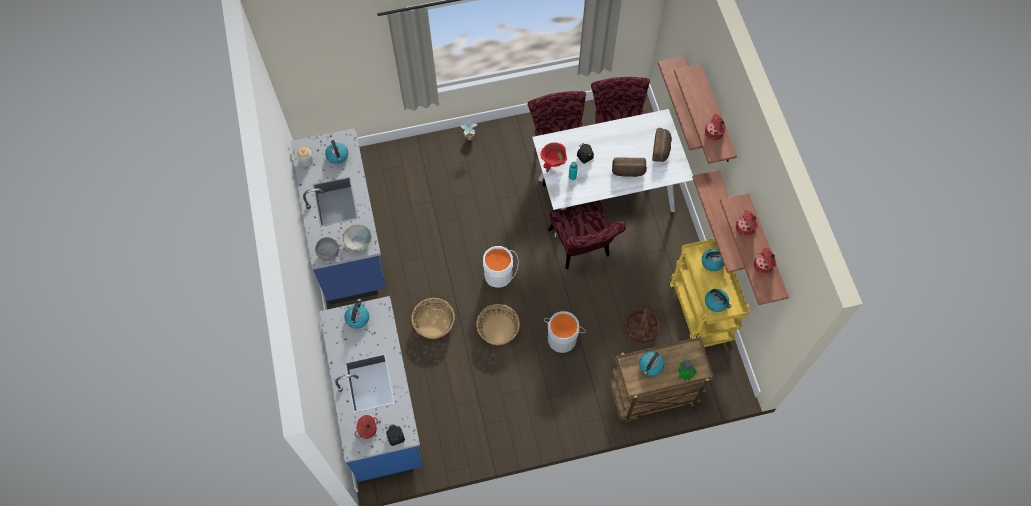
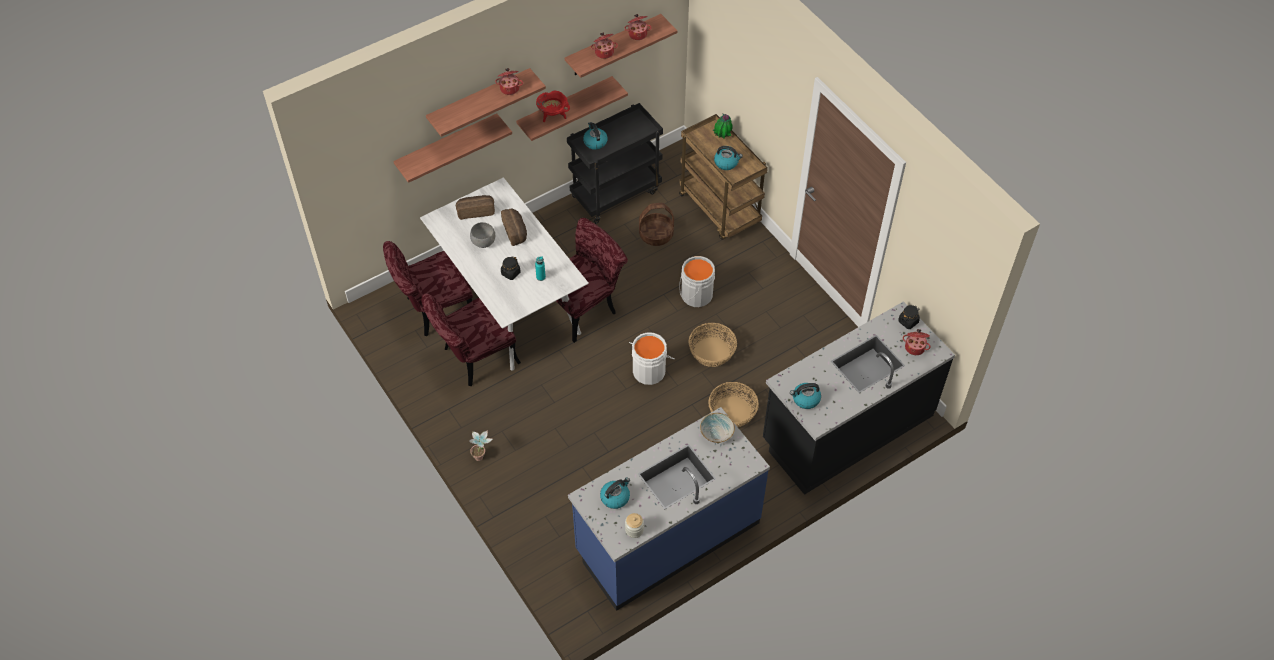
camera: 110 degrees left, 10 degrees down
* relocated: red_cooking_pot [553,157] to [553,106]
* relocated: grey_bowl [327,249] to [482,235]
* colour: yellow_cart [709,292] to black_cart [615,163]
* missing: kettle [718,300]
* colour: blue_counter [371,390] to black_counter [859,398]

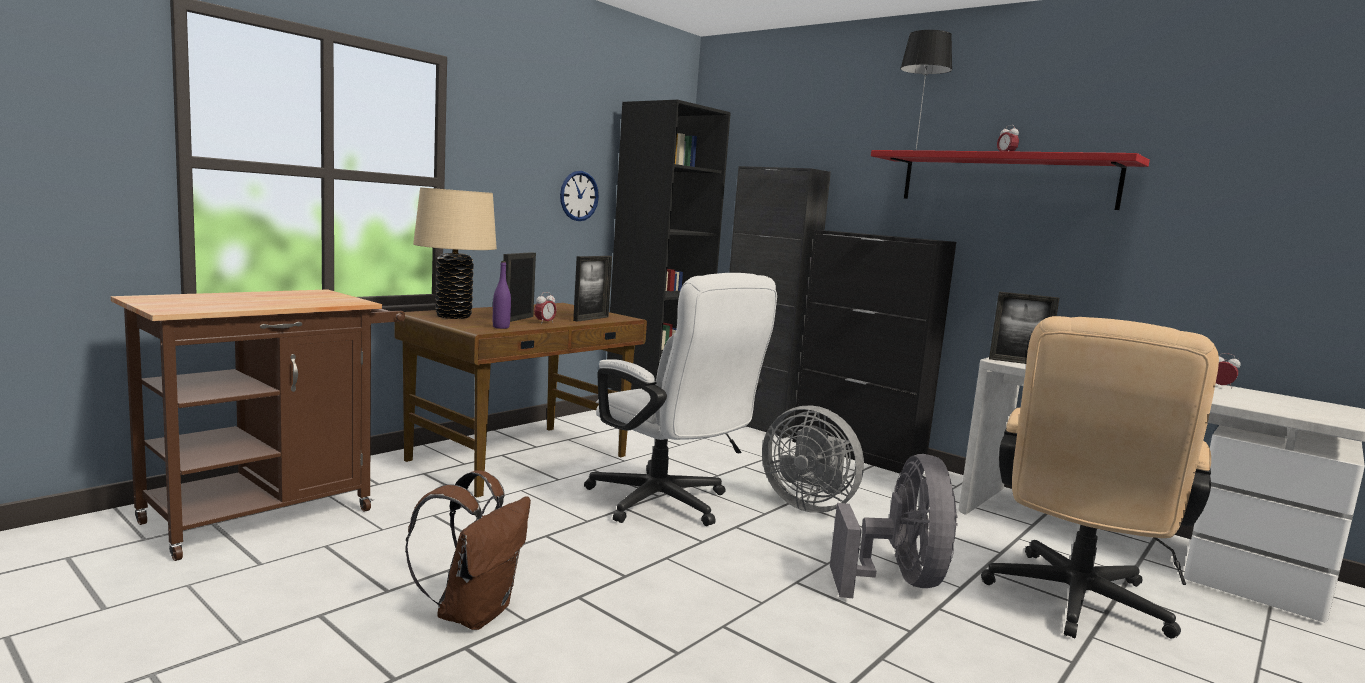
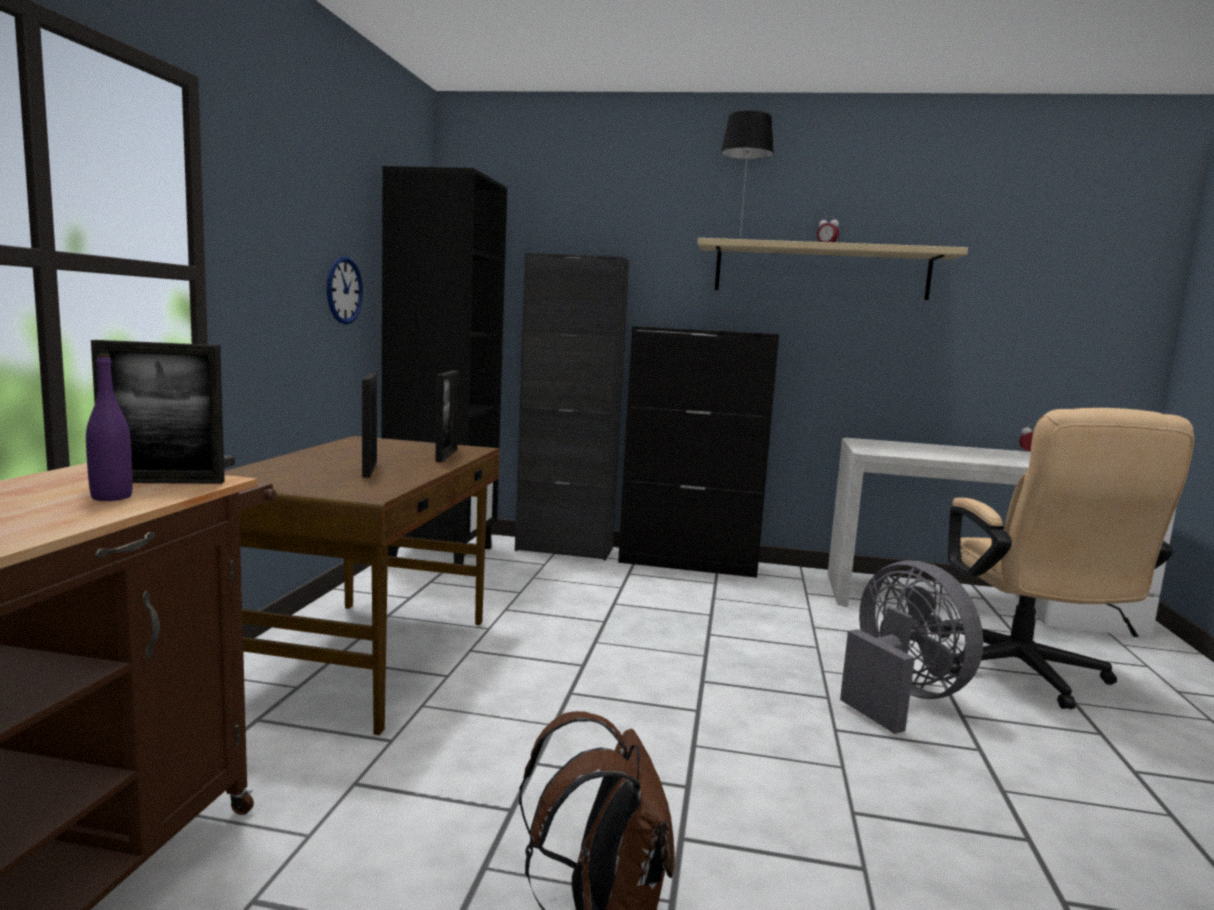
camera: 30 degrees left, 0 degrees up
* colour: red_shelf [1010,180] to beige_shelf [832,269]
* missing: beige_table_lamp [455,253]
* relocated: purple_bottle [502,295] to [109,427]
* missing: white_office_chair [680,399]
* missing: alarm_clock [545,308]
* relocated: picture_frame [1024,328] to [158,412]
* missing: grey_fan [813,459]

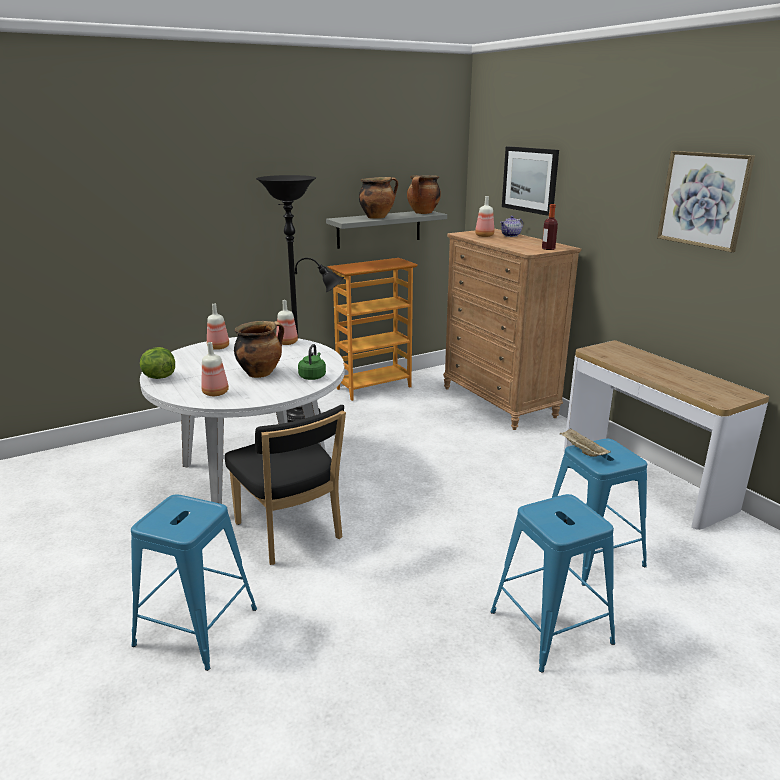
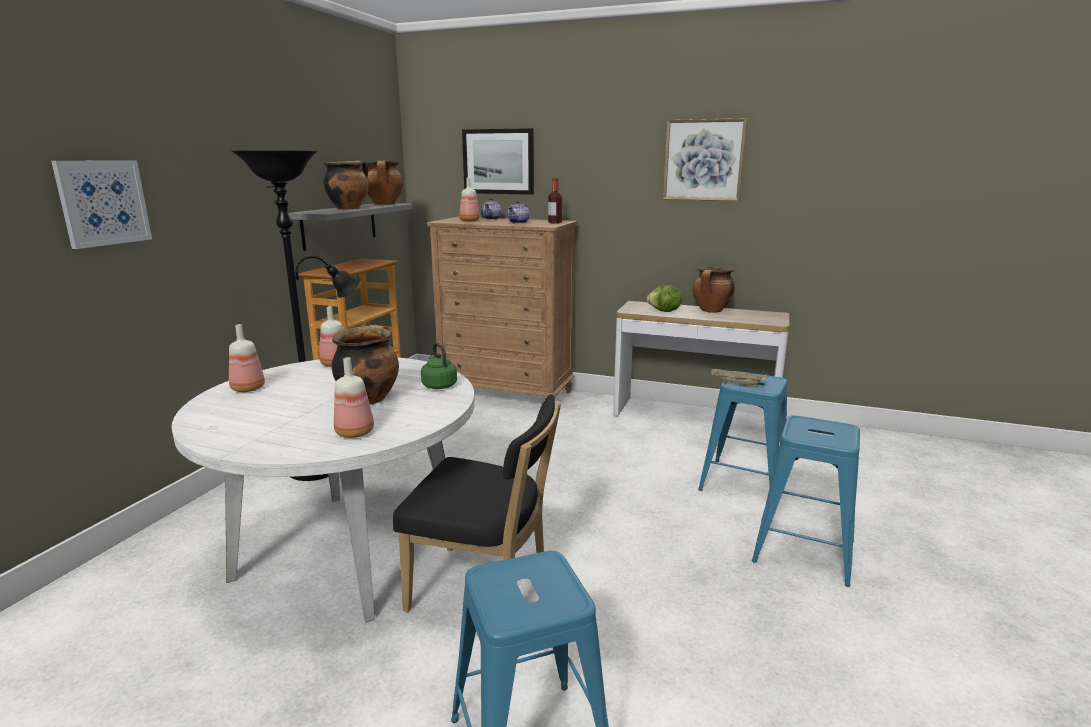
camera: 40 degrees left, 5 degrees down
* relocated: lettuce [157,363] to [664,298]
* appeared: picture [101,204]
* appeared: teapot [518,212]
* appeared: cooking_pot [713,289]

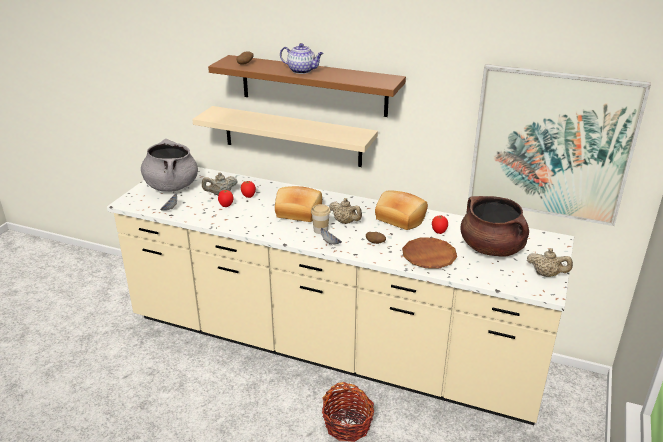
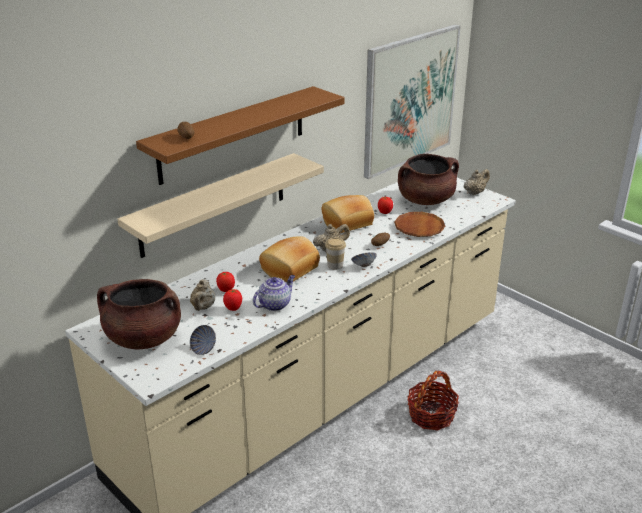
camera: 65 degrees left, 0 degrees up
* relocated: teapot [302,58] to [274,293]
* colour: grey_cooking_pot [169,165] to brown_cooking_pot [139,314]

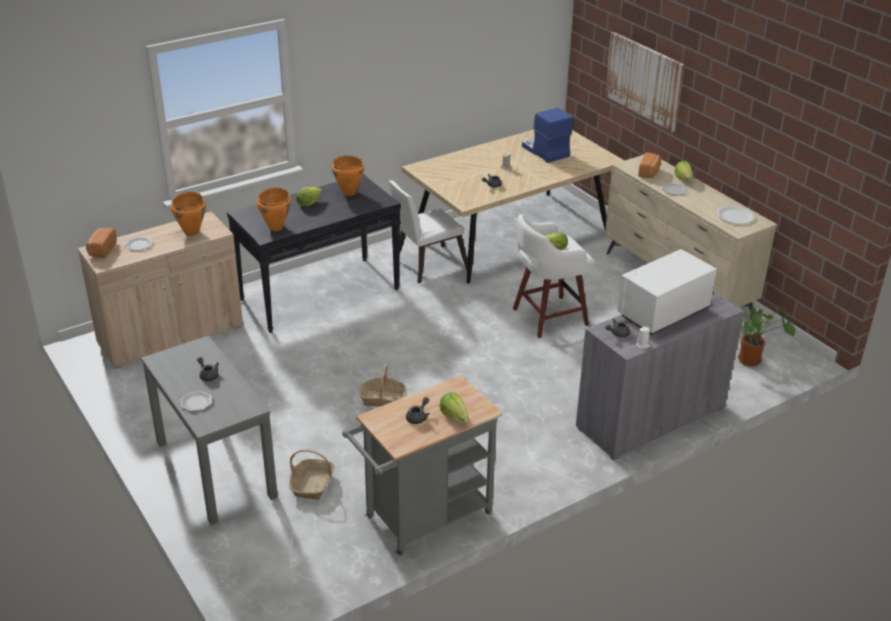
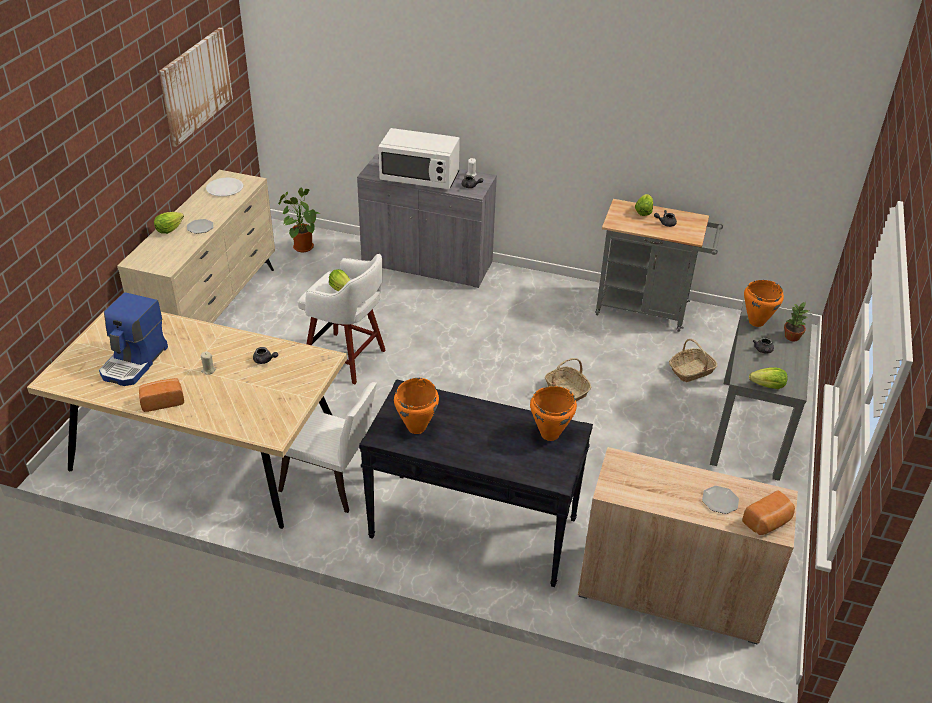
camera: 130 degrees left, 5 degrees up
* relocated: picture [645,82] to [196,87]
* relocated: bread [649,165] to [161,395]
* relocated: lettuce [309,196] to [768,378]
* relocated: orange_cooking_pot [188,214] to [764,303]
* exchanged: plate [196,401] to potted_plant [797,322]

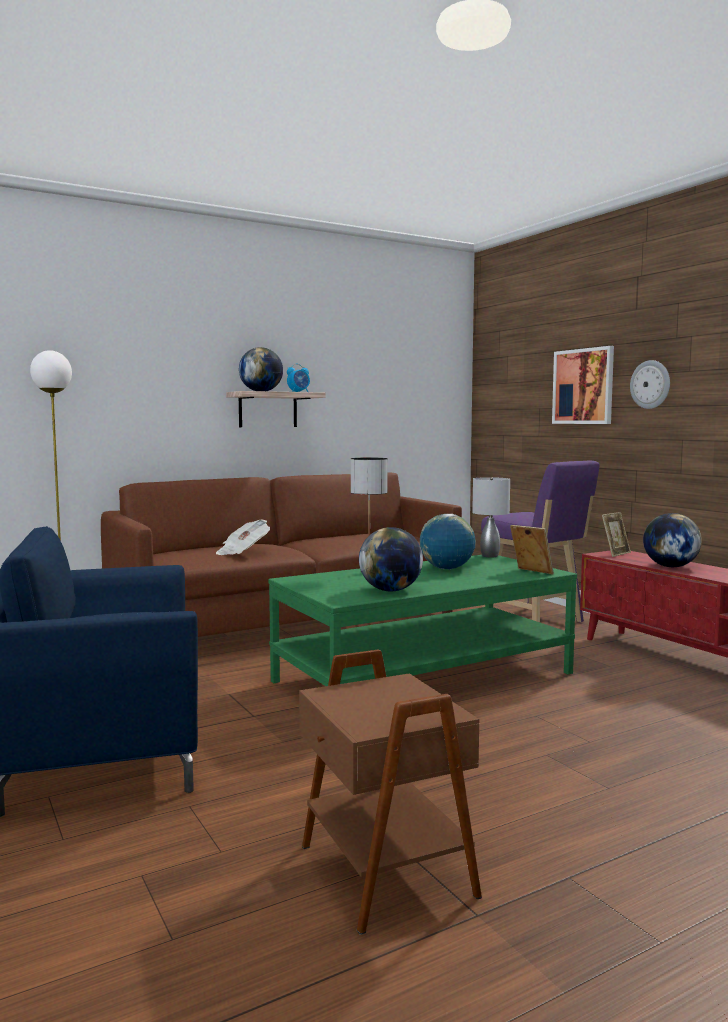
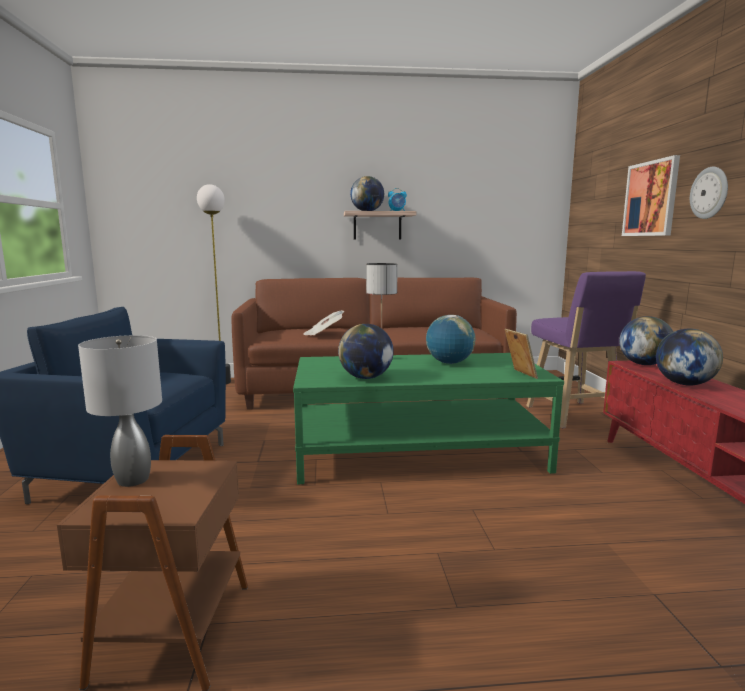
camera: 25 degrees right, 5 degrees up
* relocated: grey_table_lamp [491,517] to [120,411]
* exchanged: picture_frame [616,534] to globe [646,340]

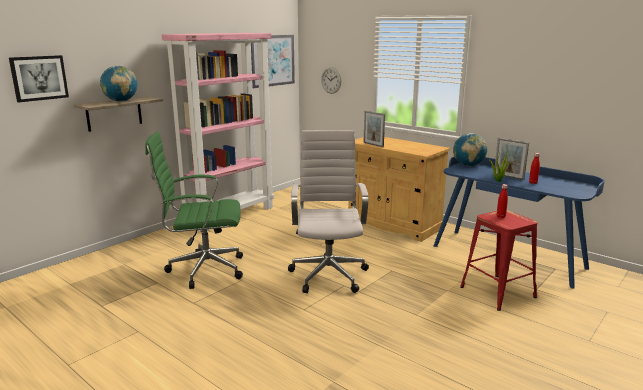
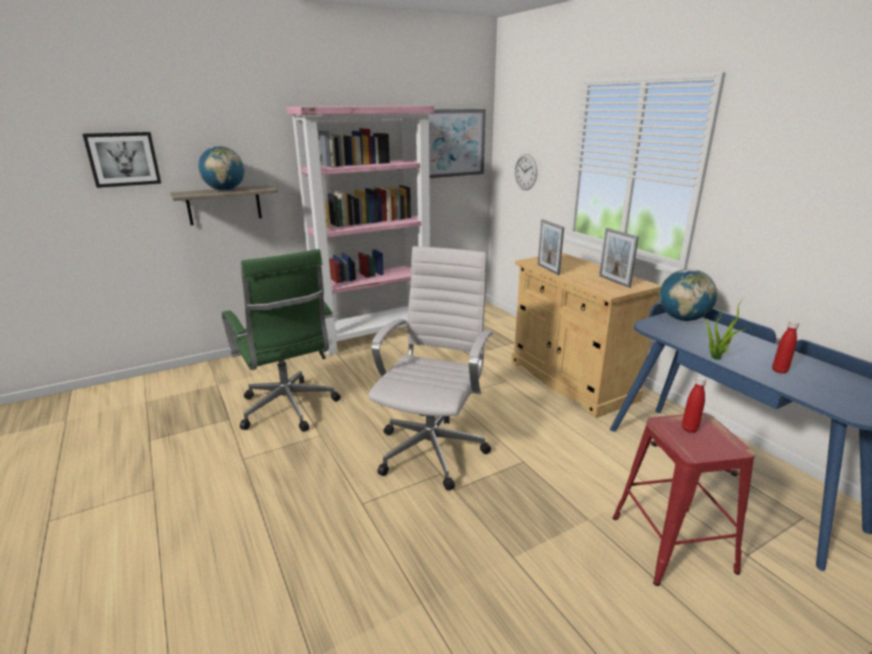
camera: 20 degrees right, 5 degrees up
* spun: green_office_chair [194,210] = [281,340] 135 degrees counterclockwise
* relocated: picture_frame [512,159] to [619,258]

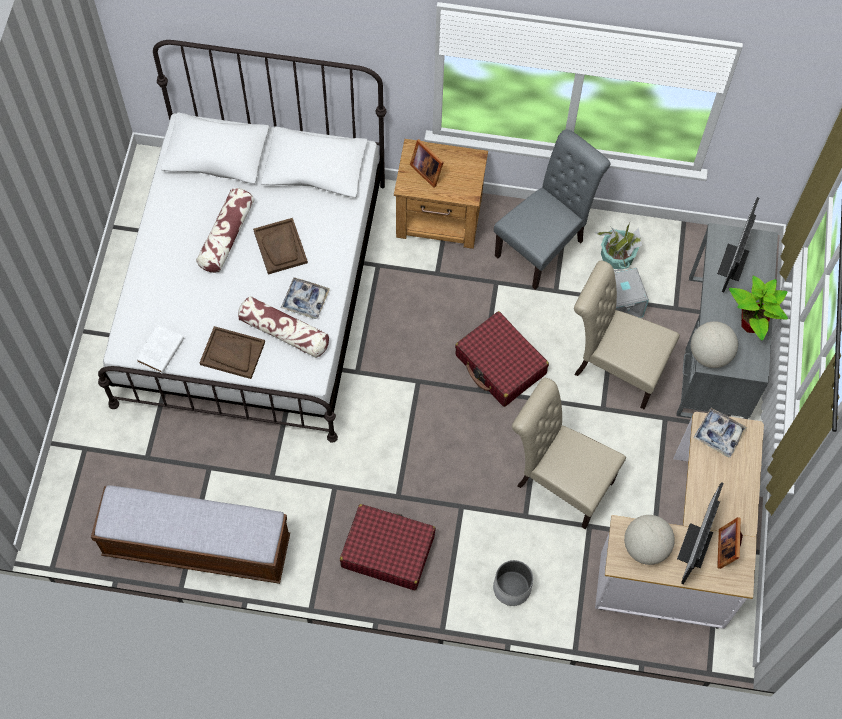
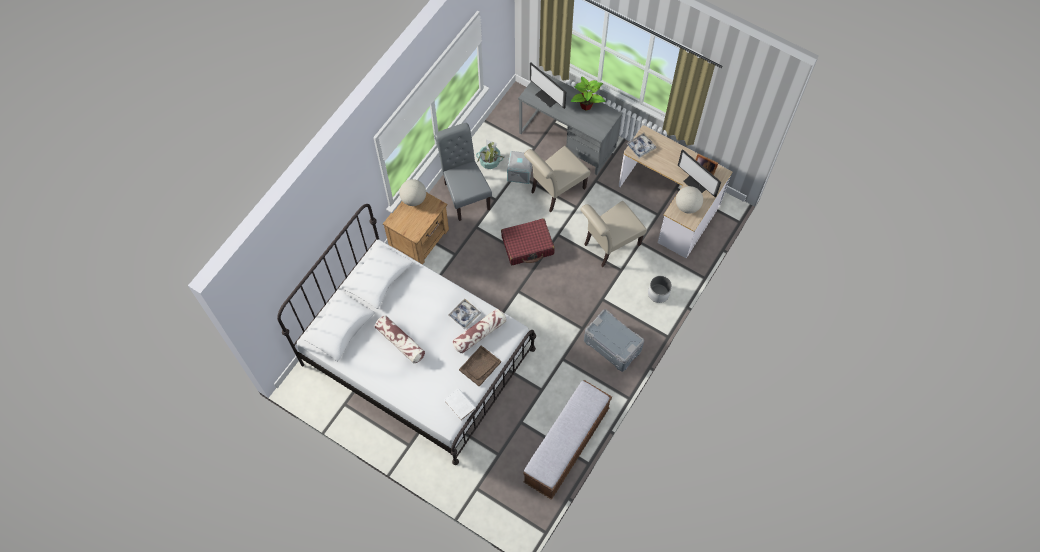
camera: 65 degrees left, 0 degrees up
* missing: picture_frame [427,163]
* missing: brown_tray [280,246]
* relocated: globe [714,344] to [412,192]
* exchanged: red_suitcase [388,547] to grey_storage_box [614,340]

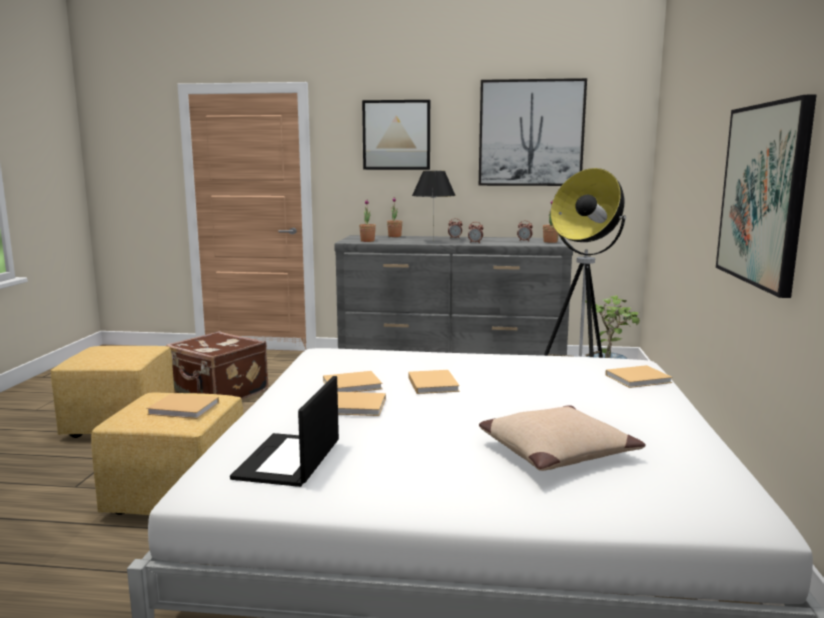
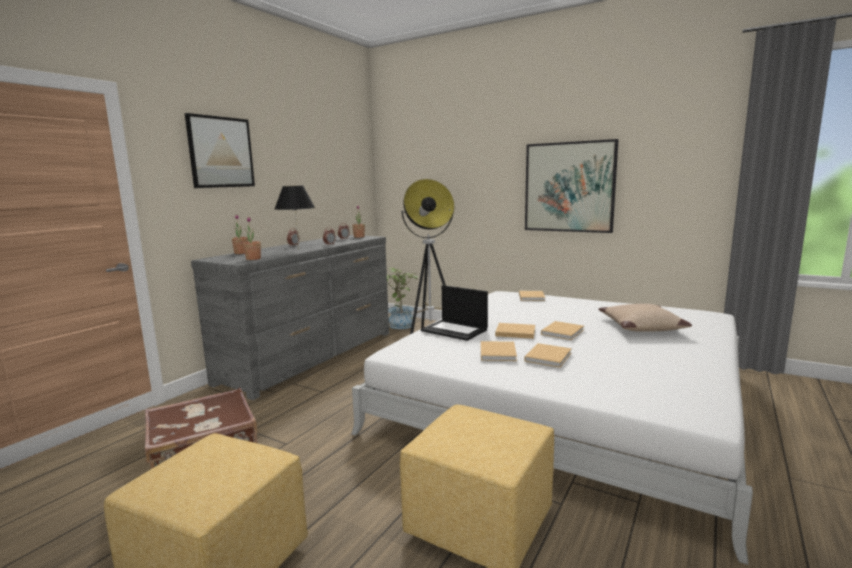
camera: 65 degrees left, 0 degrees up
* missing: picture [533,132]
* relocated: laptop [284,431] to [454,313]
* relocated: beige_book [183,406] to [562,330]

